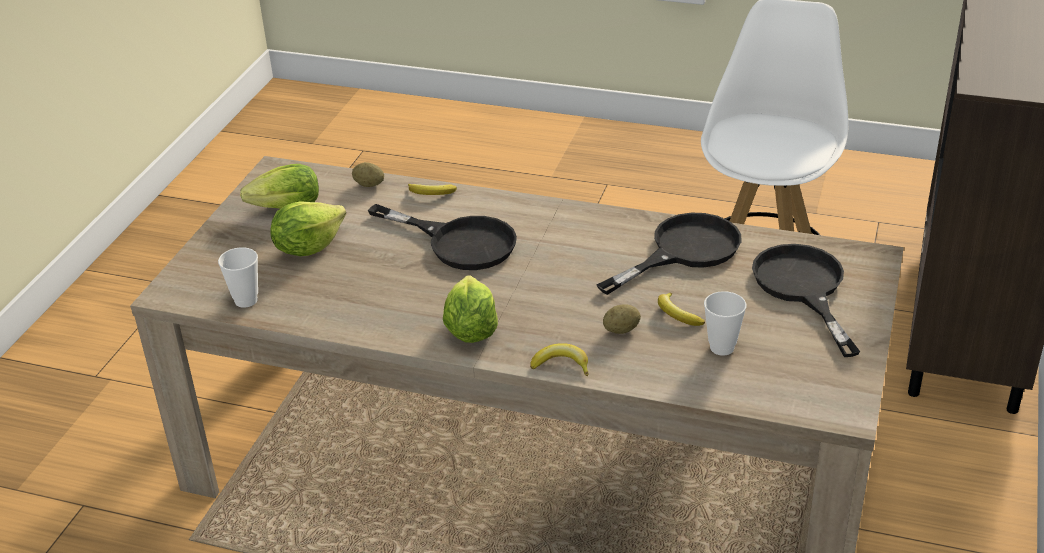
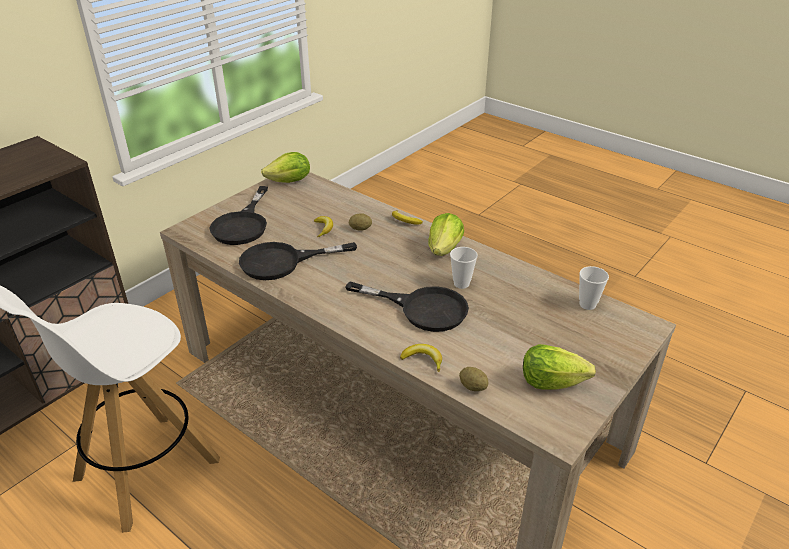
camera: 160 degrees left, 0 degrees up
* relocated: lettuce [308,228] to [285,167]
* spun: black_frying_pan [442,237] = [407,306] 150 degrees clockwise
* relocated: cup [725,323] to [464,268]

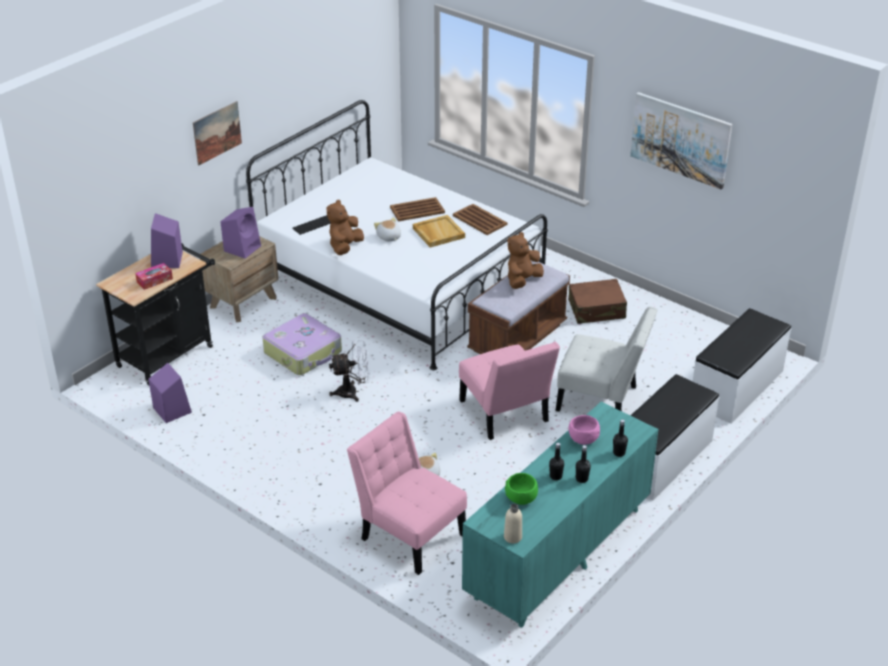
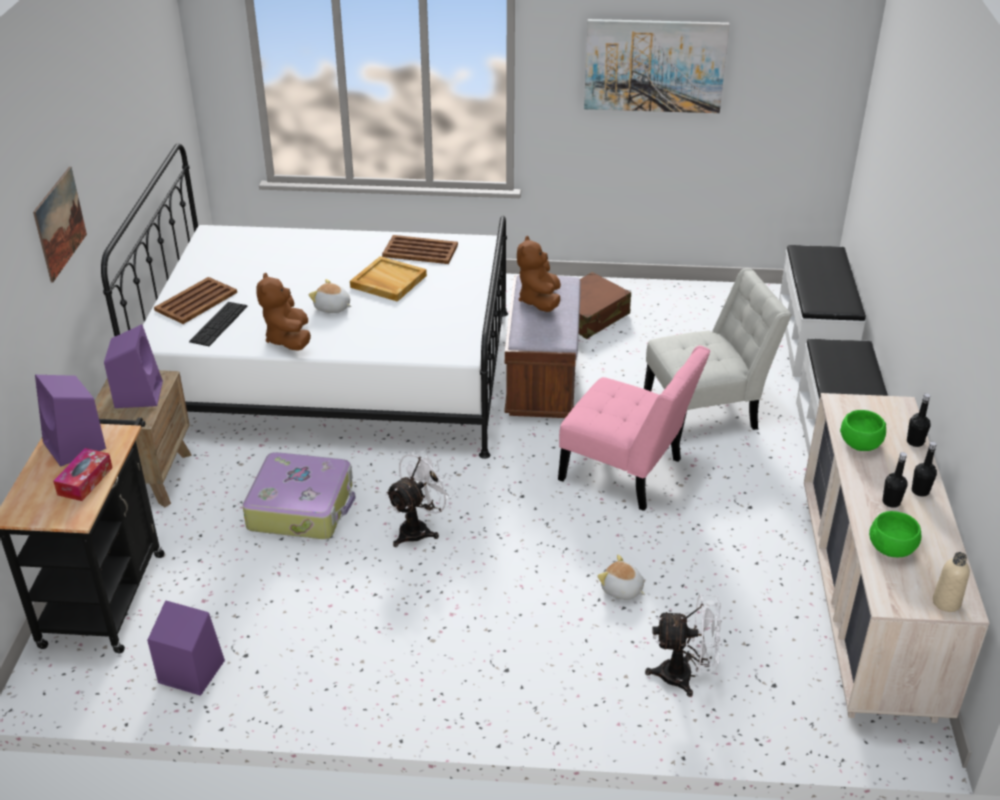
camera: 35 degrees left, 0 degrees up
* relocated: brown_tray [417,209] to [195,300]
* colour: turquoise_dresser [560,515] to beige_dresser [896,558]
* exchanged: pink_chair [407,493] to white_fan [683,645]
* colour: pink_bowl [584,430] to green_bowl [863,430]

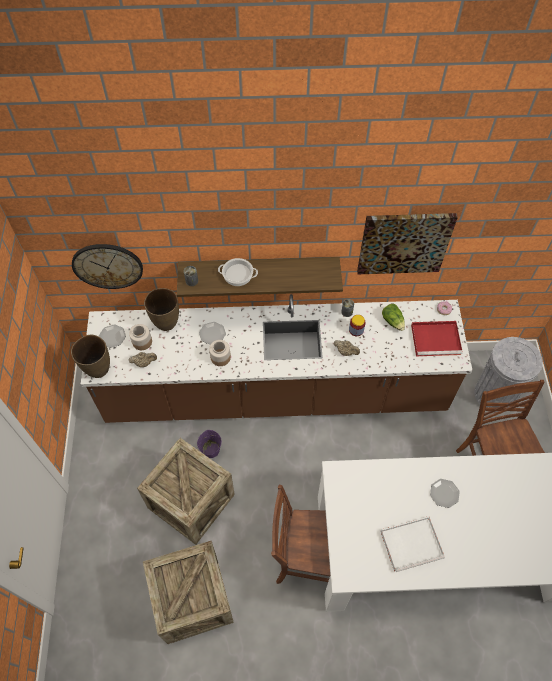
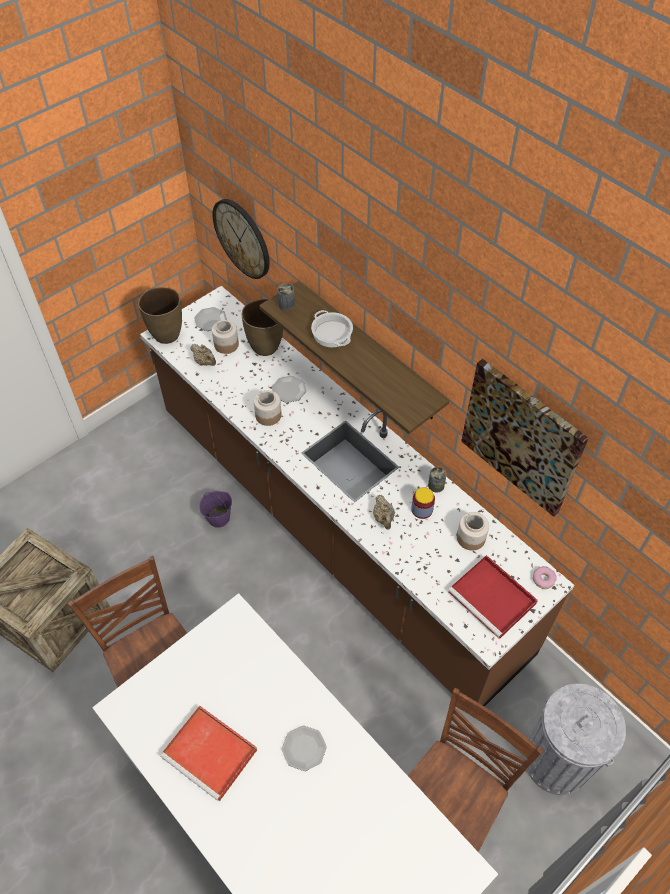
camera: 50 degrees right, 5 degrees down
* exchanged: lettuce [393,317] to jar [473,531]
* missing: crate [186,491]
* colour: white_tray [412,544] to red_tray [208,753]

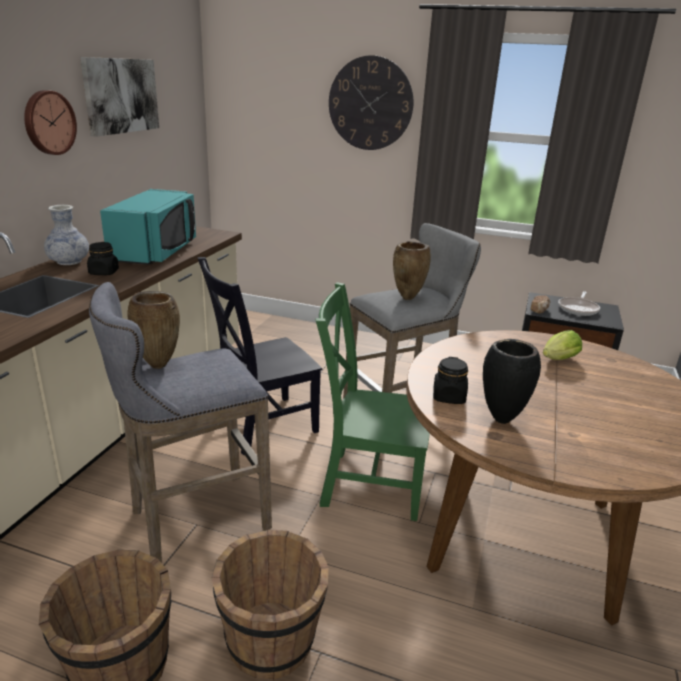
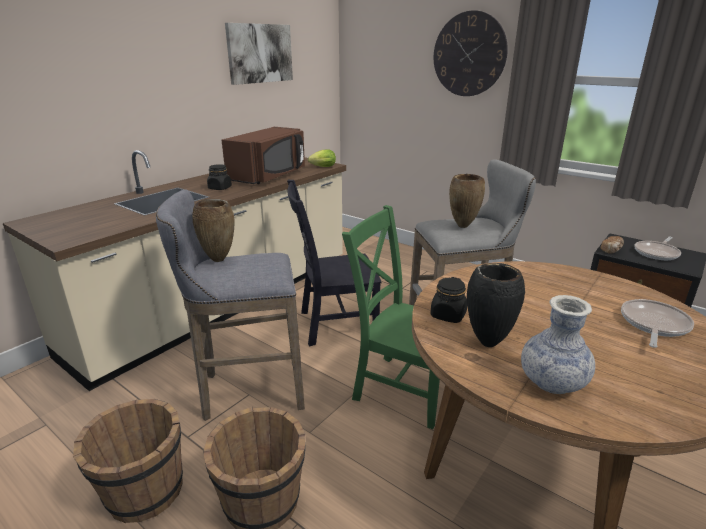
camera: 20 degrees right, 0 degrees up
* missing: wall_clock [50,122]
* colour: turquoise_microwave [148,227] to brown_microwave [263,155]
* relocated: vase [66,235] to [558,344]
* relocated: lettuce [562,345] to [322,158]
* appeared: frying_pan [657,323]

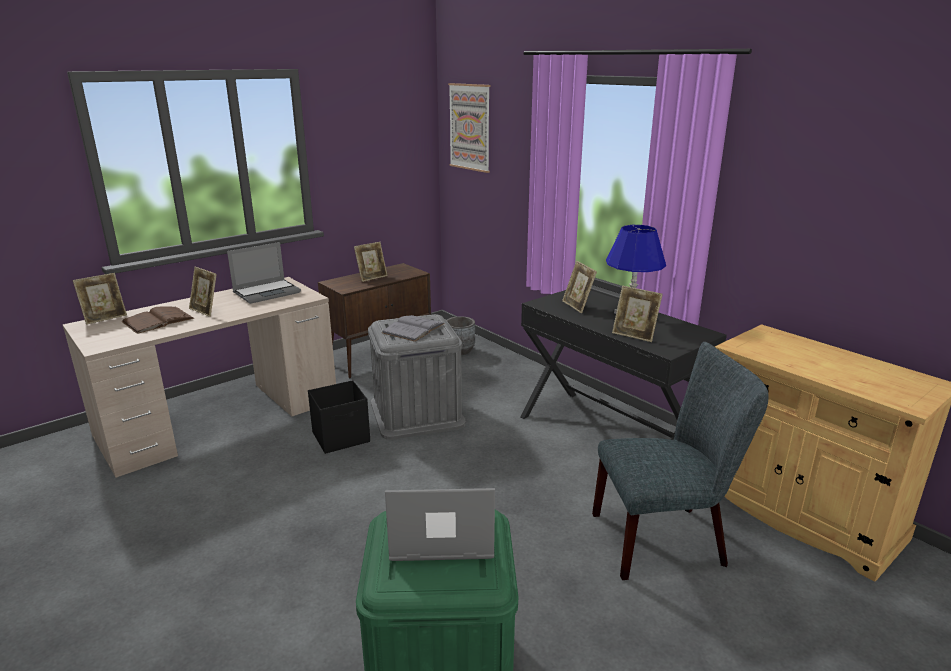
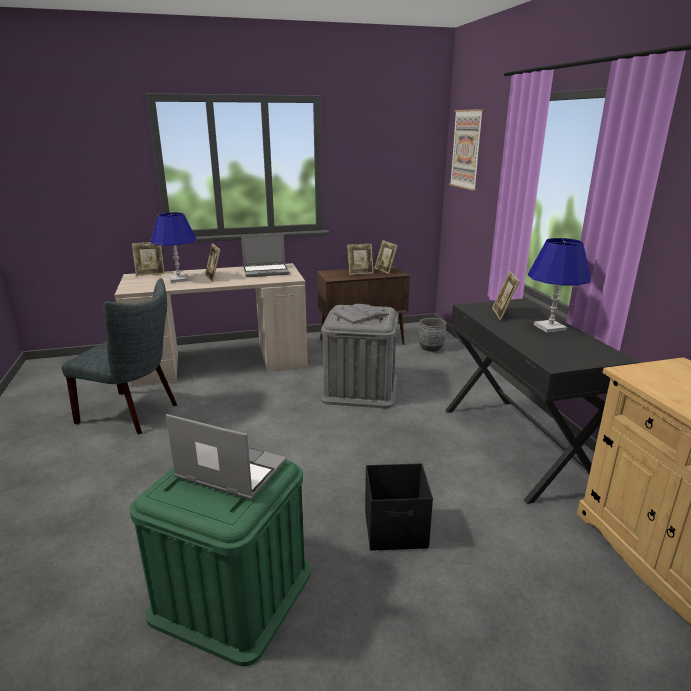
camera: 25 degrees right, 0 degrees up
* relocated: picture_frame [637,314] to [386,257]
* exchanged: brown_book [158,320] to blue_table_lamp [174,247]
* relocated: grey_chair [680,461] to [119,356]
* relocated: black_storage_box [339,417] to [399,507]

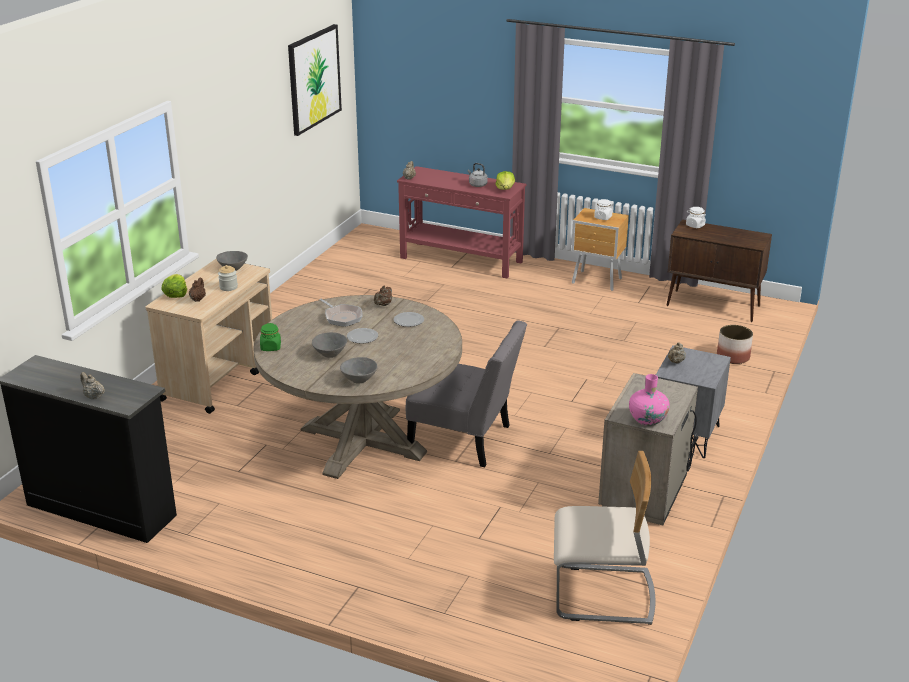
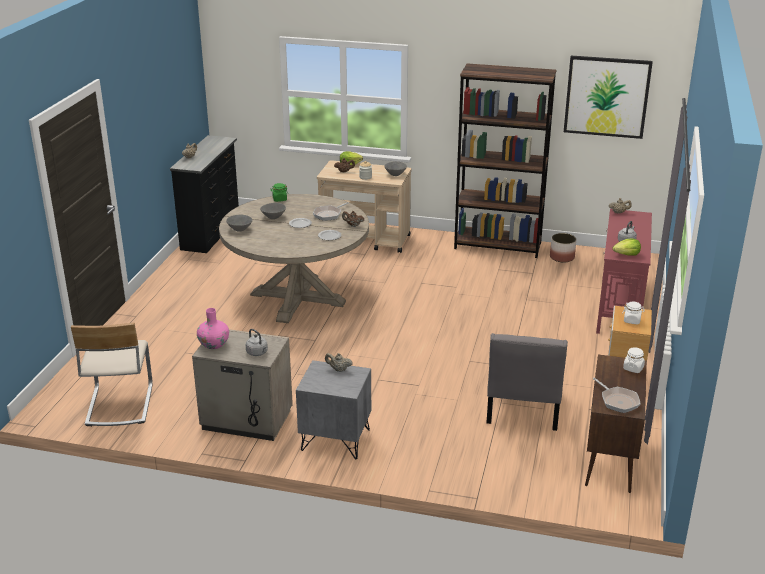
camera: 80 degrees right, 0 degrees up
* relocated: grey_chair [466,394] to [527,382]
* relocated: planter [735,344] to [563,248]
* appeared: brown_bookcase [505,160]
* appeared: grey_kettle [257,342]
* appeared: frying_pan [617,395]

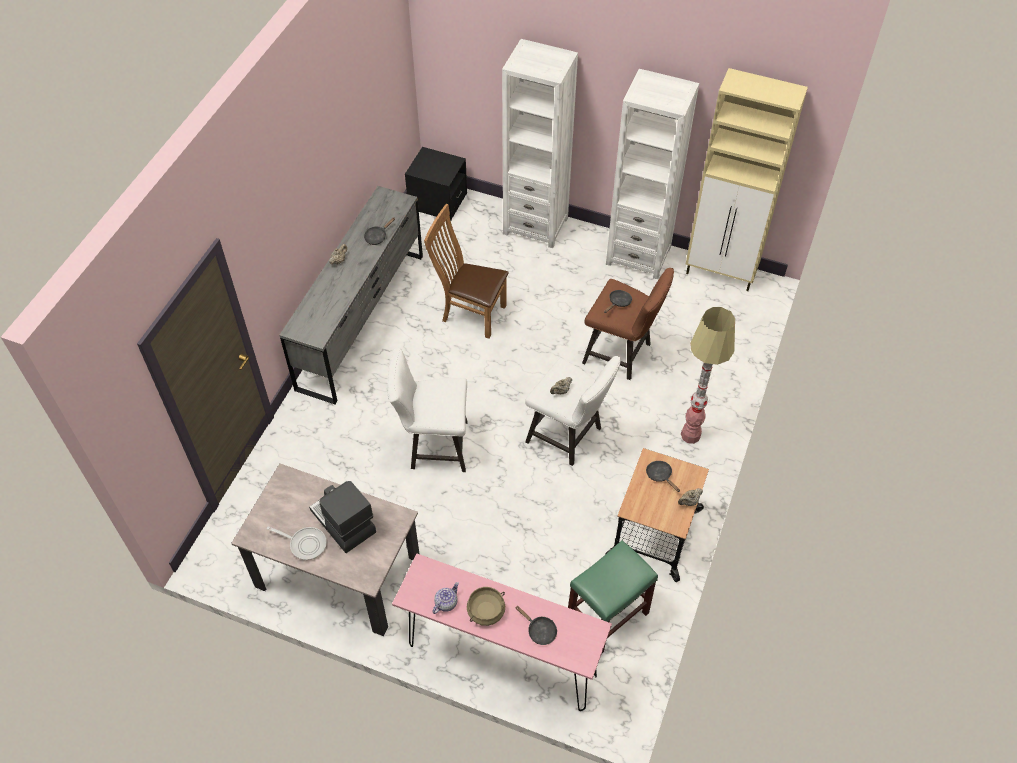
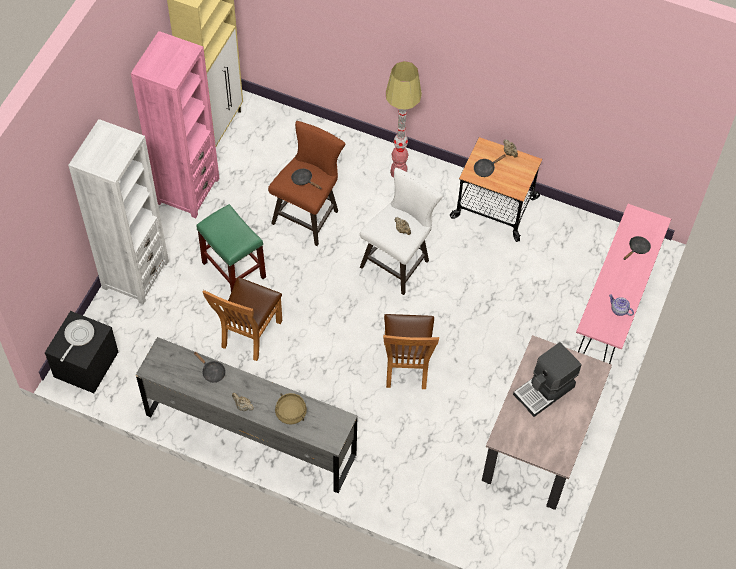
camera: 90 degrees left, 5 degrees up
* colour: white_bookcase [652,174] to pink_bookcase [175,124]
* exchanged: white_stool [427,409] to brown_chair [411,351]
* relocated: frying_pan [297,543] to [77,340]
* relocated: green_stool [613,596] to [231,248]
* relocated: beige_cooking_pot [486,606] to [291,409]

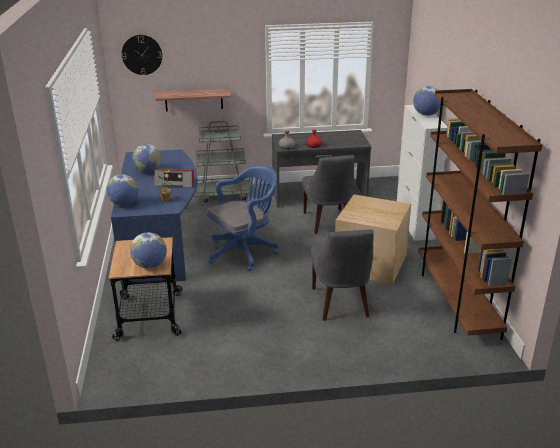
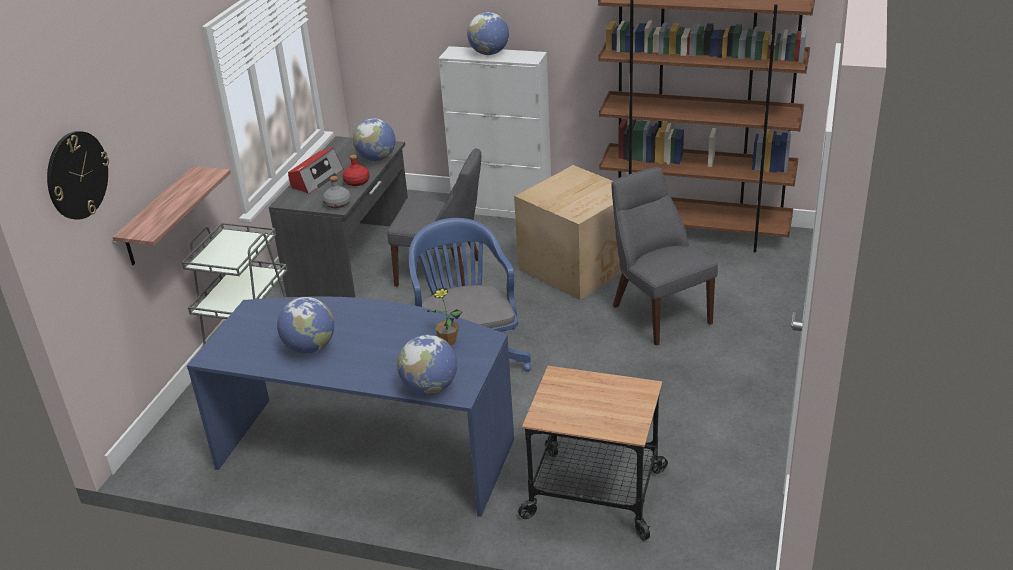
camera: 65 degrees left, 5 degrees up
* relocated: radio [174,178] to [316,171]
* spun: grey_chair [342,275] = [665,256] 135 degrees counterclockwise
* relocated: globe [148,250] to [374,139]

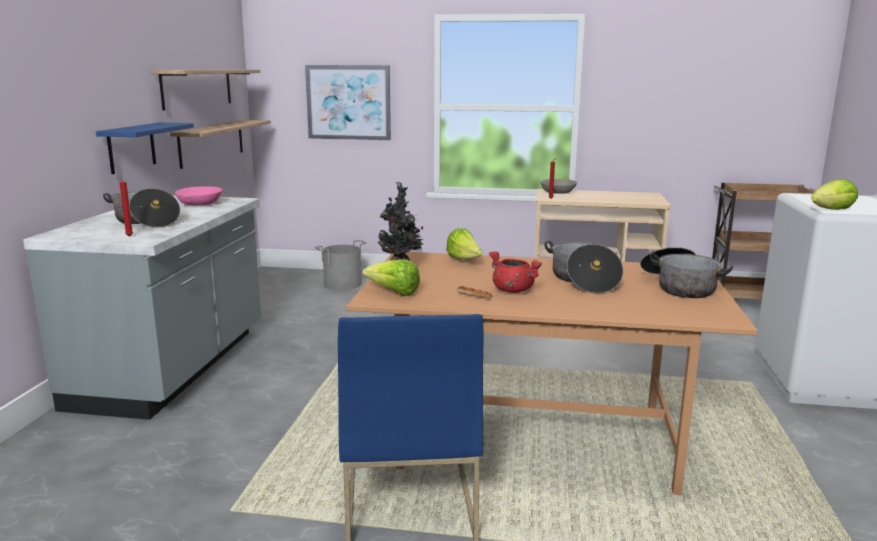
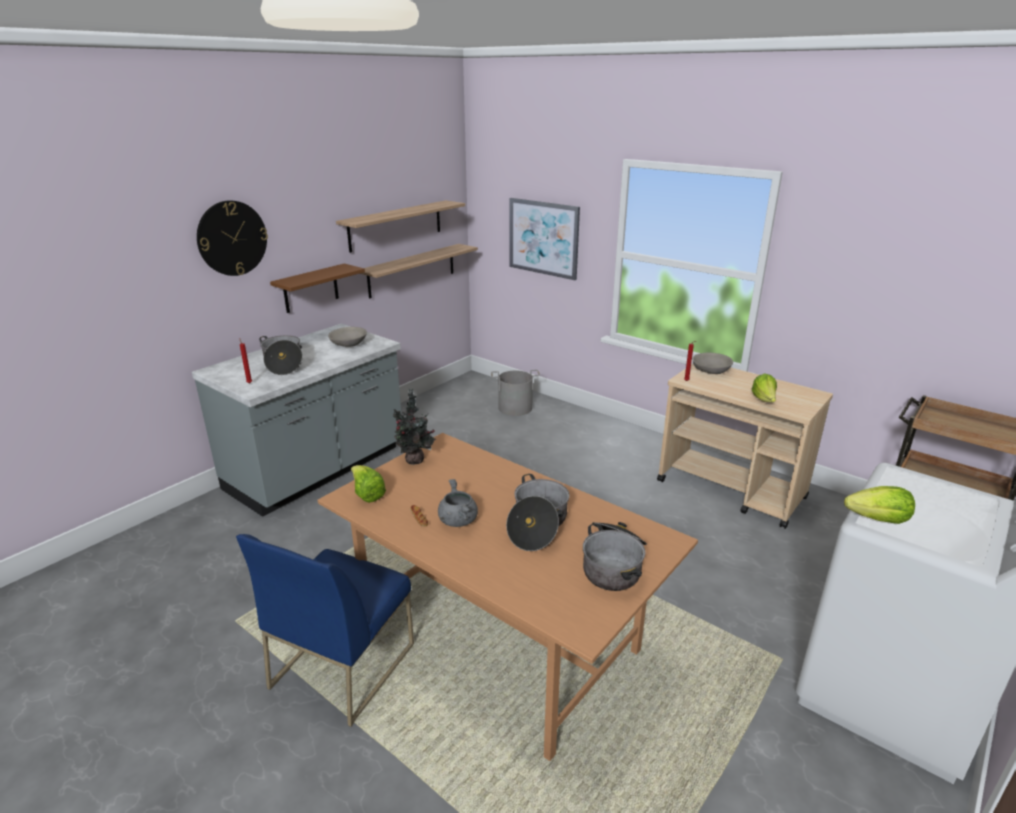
camera: 30 degrees right, 10 degrees up
* colour: blue_shelf [145,148] to brown_shelf [317,288]
* colour: pink_bowl [199,195] to grey_bowl [347,337]
* relocated: lettuce [464,244] to [764,387]
* colour: red_cooking_pot [515,272] to grey_cooking_pot [458,503]
* appeared: wall_clock [232,238]

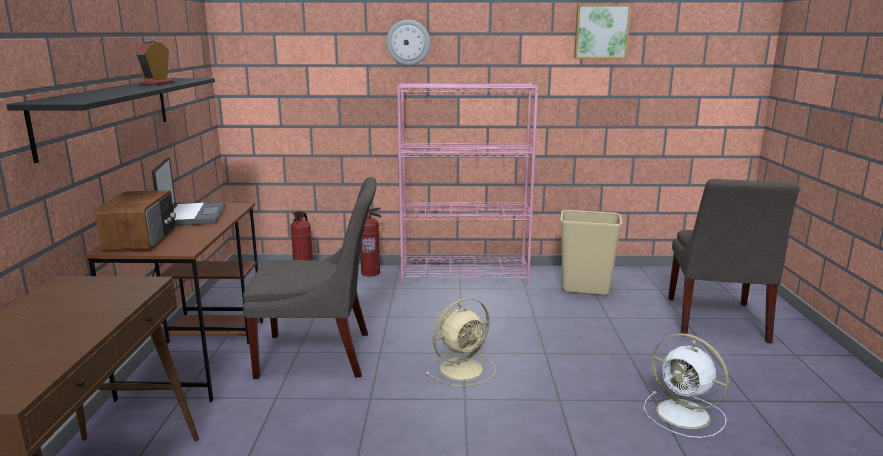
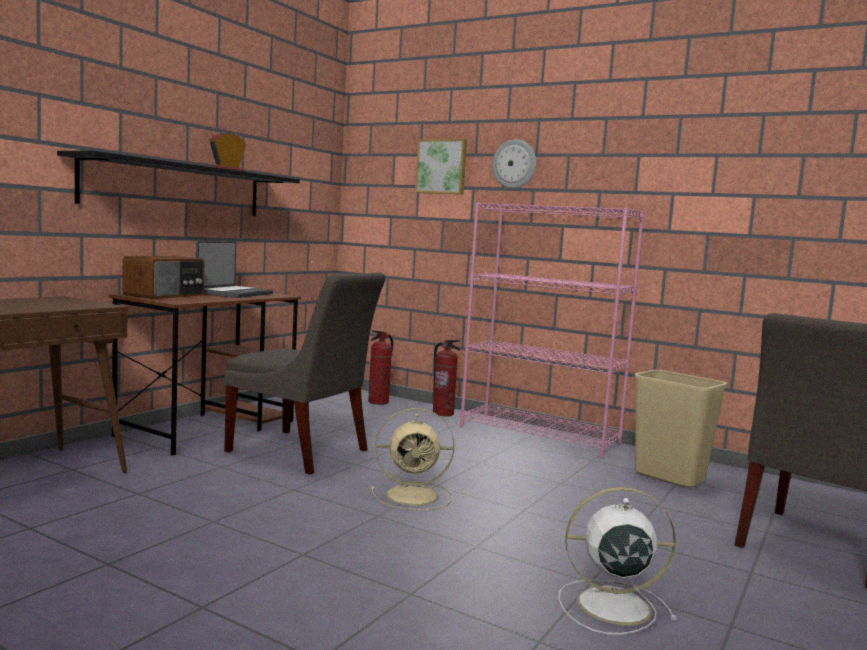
camera: 30 degrees right, 10 degrees down
* relocated: picture [602,31] to [441,166]
* spun: white_fan [686,385] = [617,561] 105 degrees clockwise

